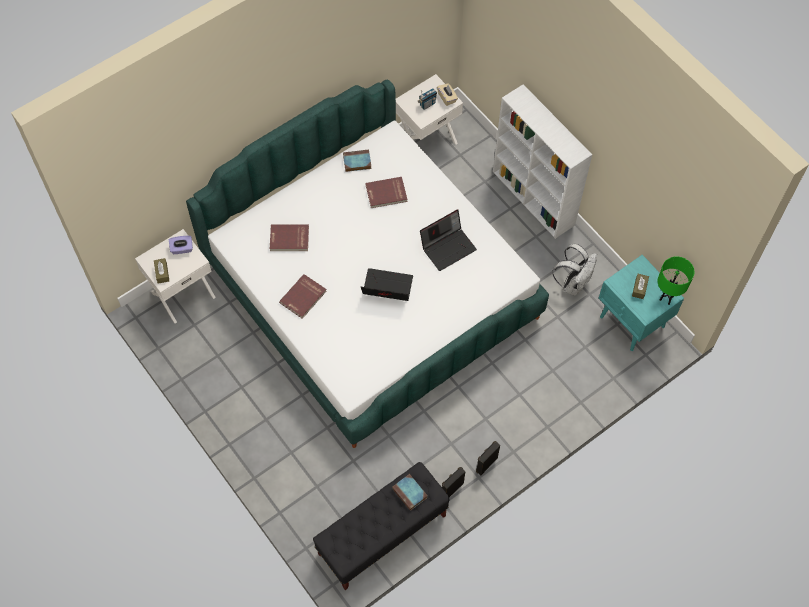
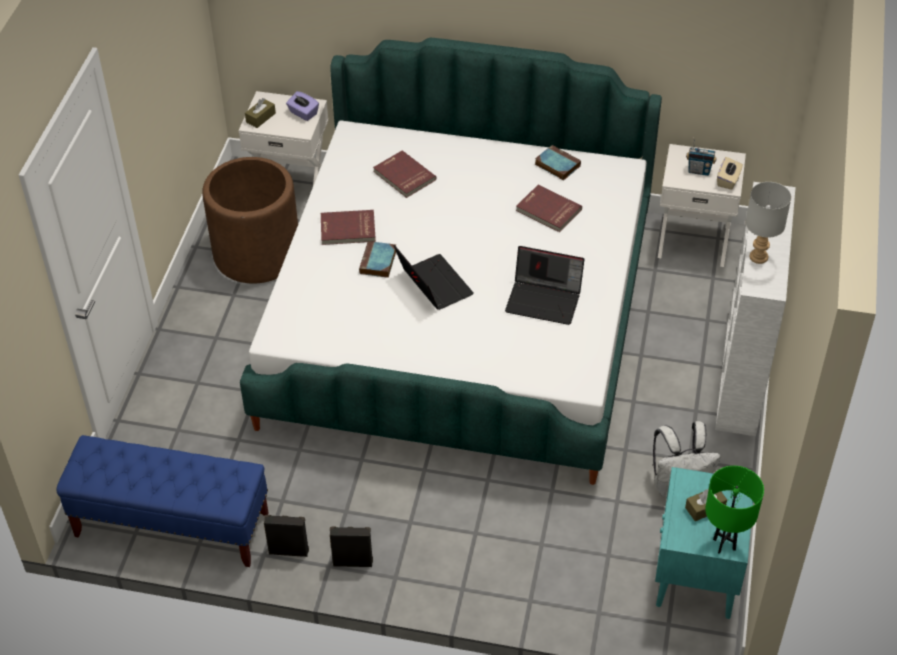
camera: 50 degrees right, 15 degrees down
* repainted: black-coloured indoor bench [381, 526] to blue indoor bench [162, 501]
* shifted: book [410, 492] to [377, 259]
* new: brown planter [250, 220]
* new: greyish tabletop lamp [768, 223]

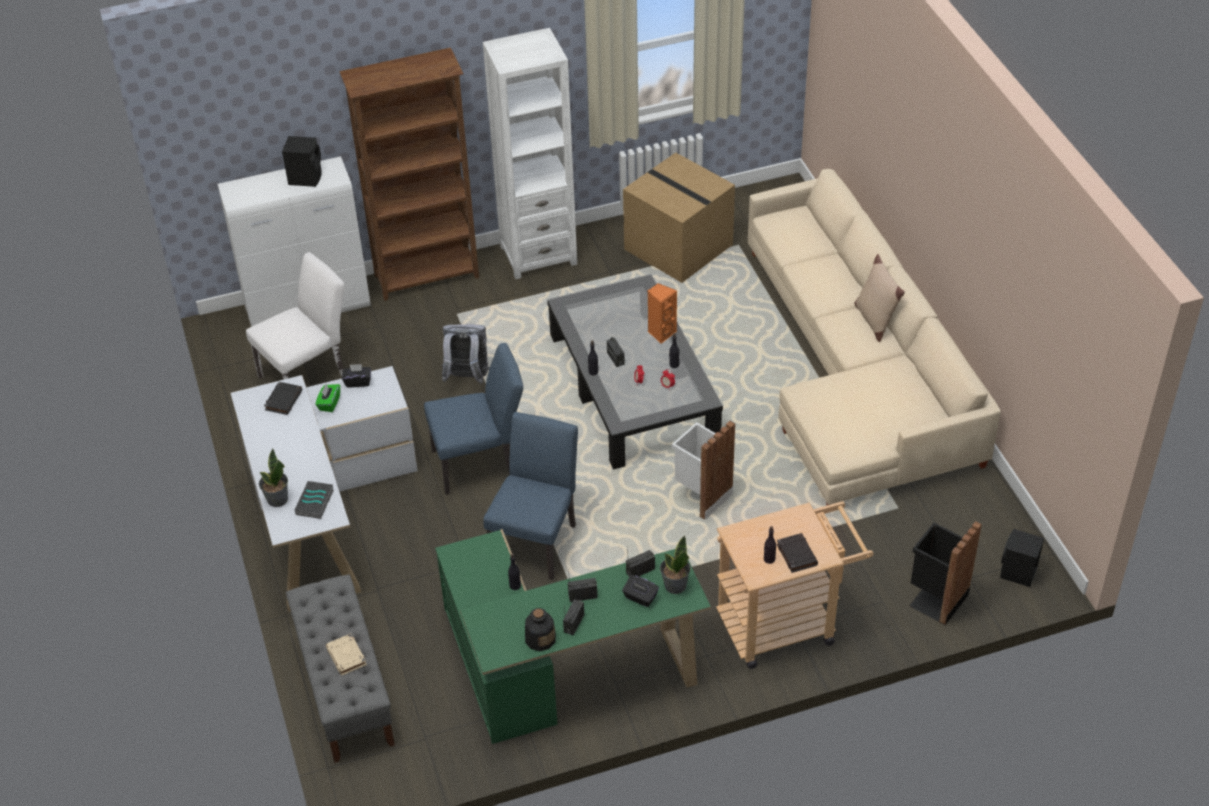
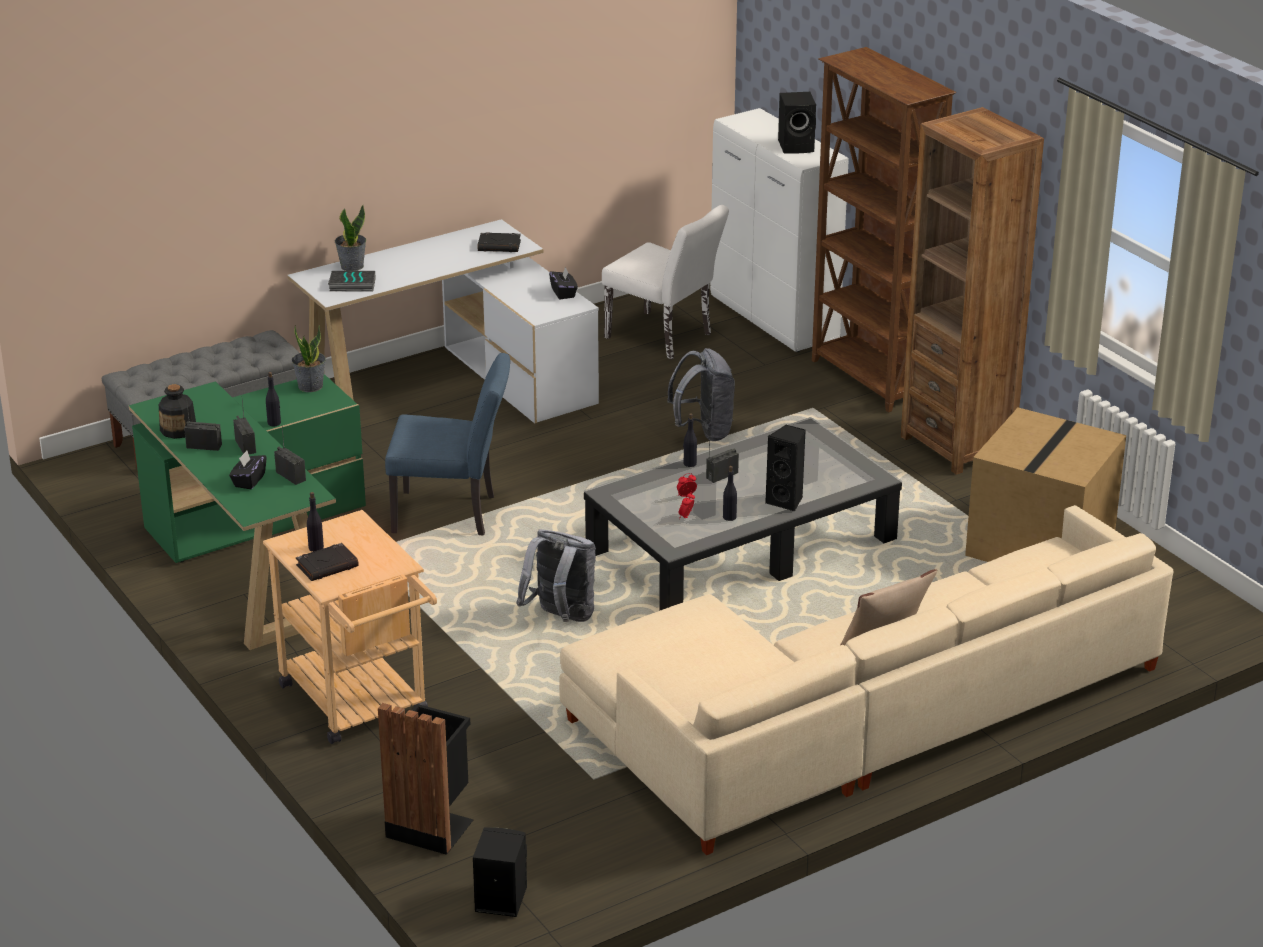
camera: 75 degrees right, 15 degrees down
* repainted: white shelving unit [530, 153] to brown shelving unit [972, 291]
* repainted: orange loudspeaker [662, 313] to black-coloured loudspeaker [785, 467]
* gone: blue upright chair [473, 419]
* gone: green-coloured box of tissues [327, 398]
* swapped: white rubbish bin [703, 470] to greyish knapsack [556, 575]
* shifted: plant in a pot [675, 564] to [309, 358]
* gone: sand-coloured book [346, 654]

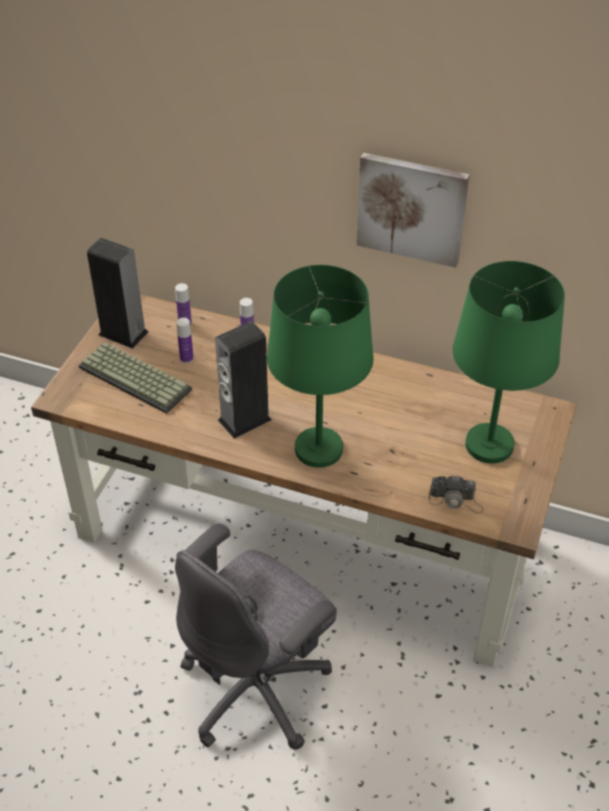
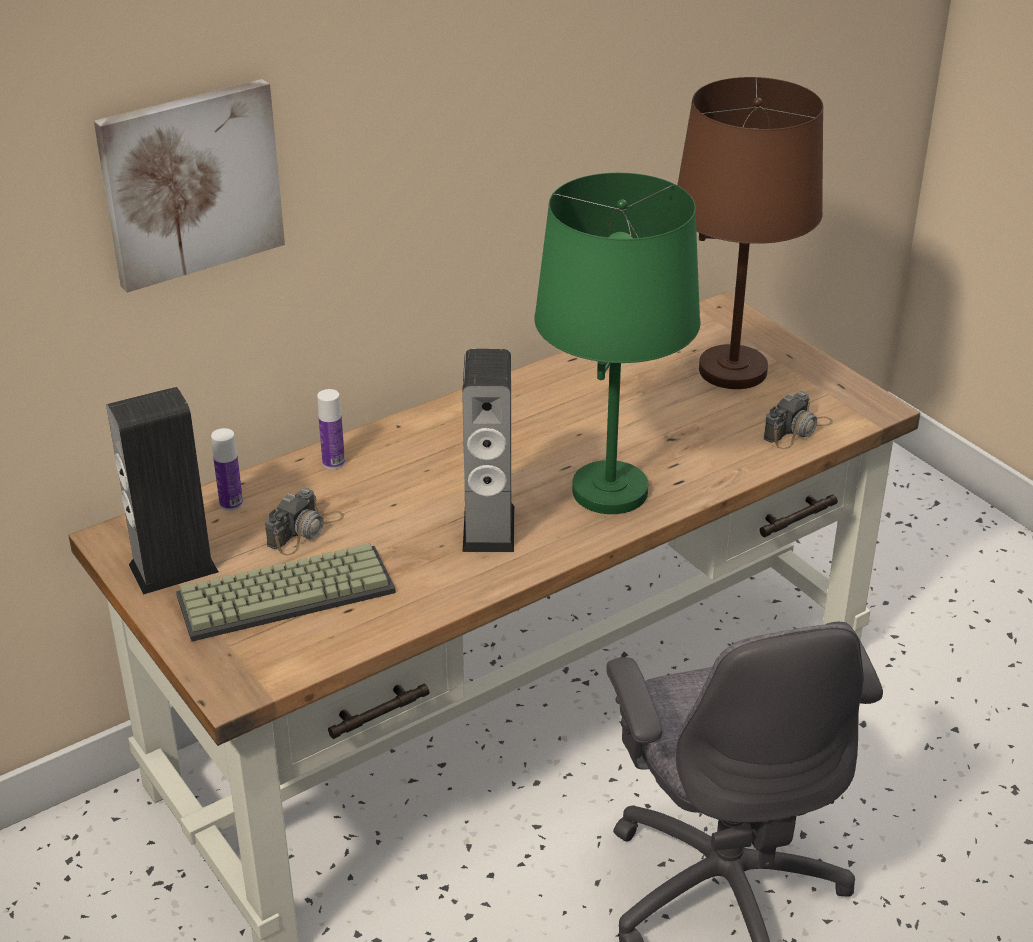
camera: 55 degrees left, 10 degrees down
* shifted: picture [413, 210] to [189, 186]
* repainted: green-coloured tabletop lamp [508, 362] to brown tabletop lamp [750, 233]
* swapped: drink bottle [185, 340] to still camera [305, 522]

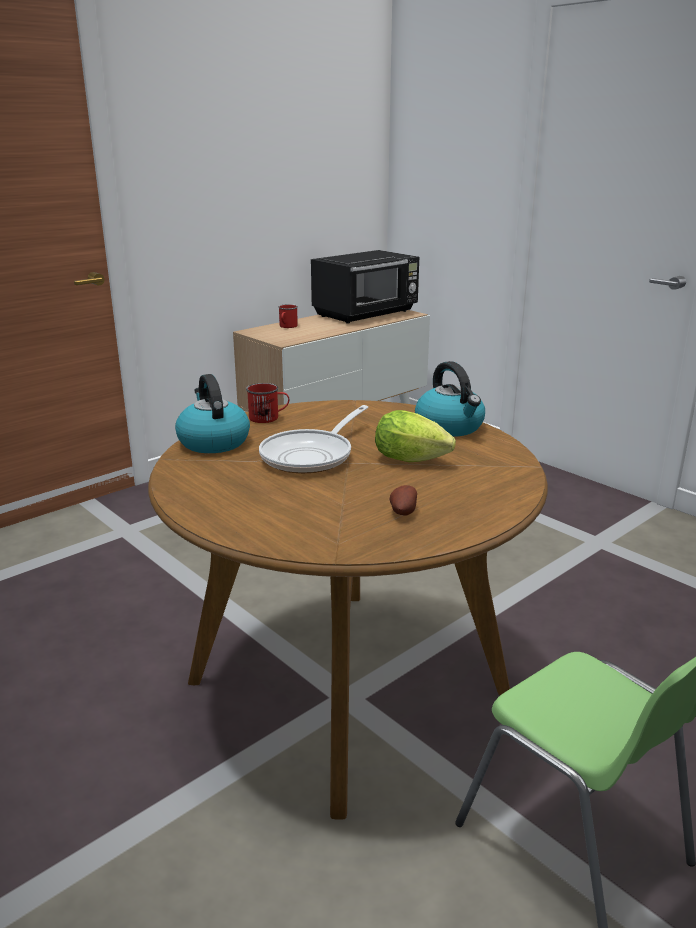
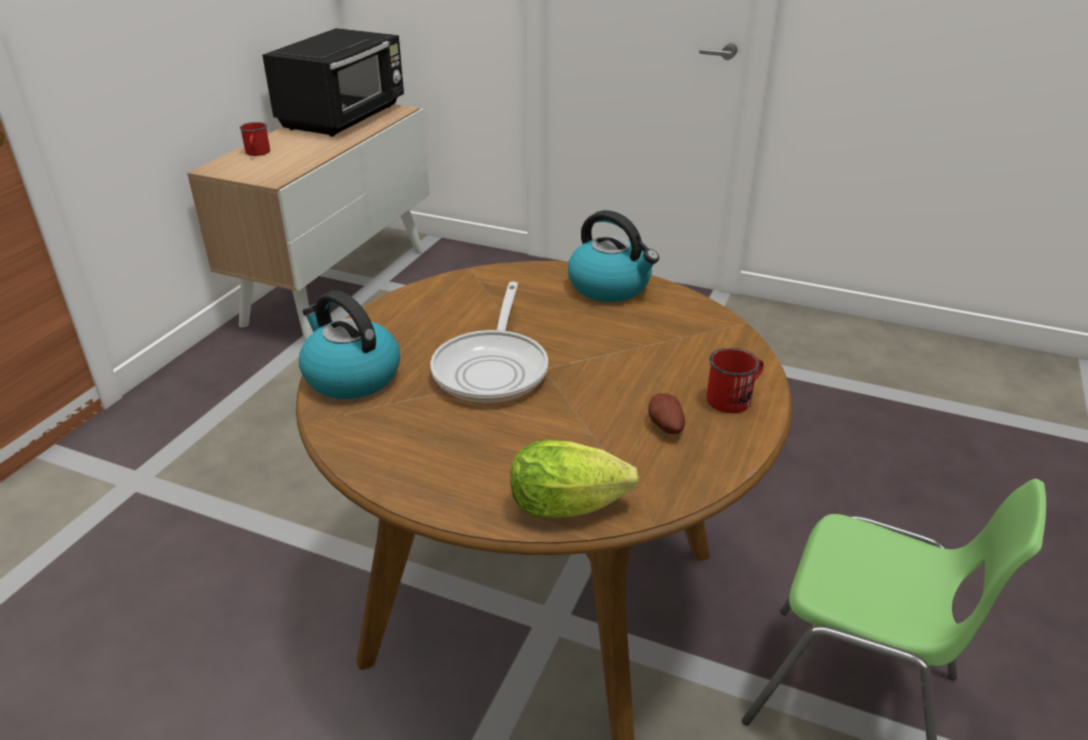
camera: 25 degrees left, 10 degrees up
* shifted: red-coloured mug [267, 403] to [735, 380]
* shifted: lettuce head [415, 436] to [574, 479]

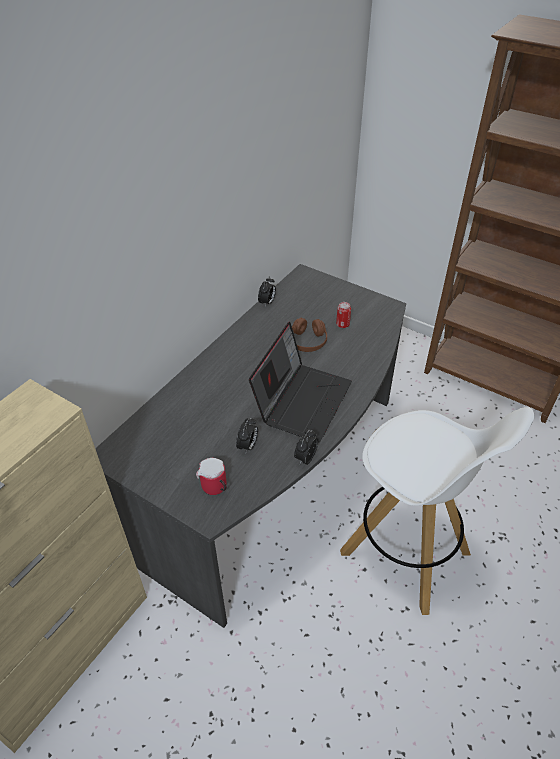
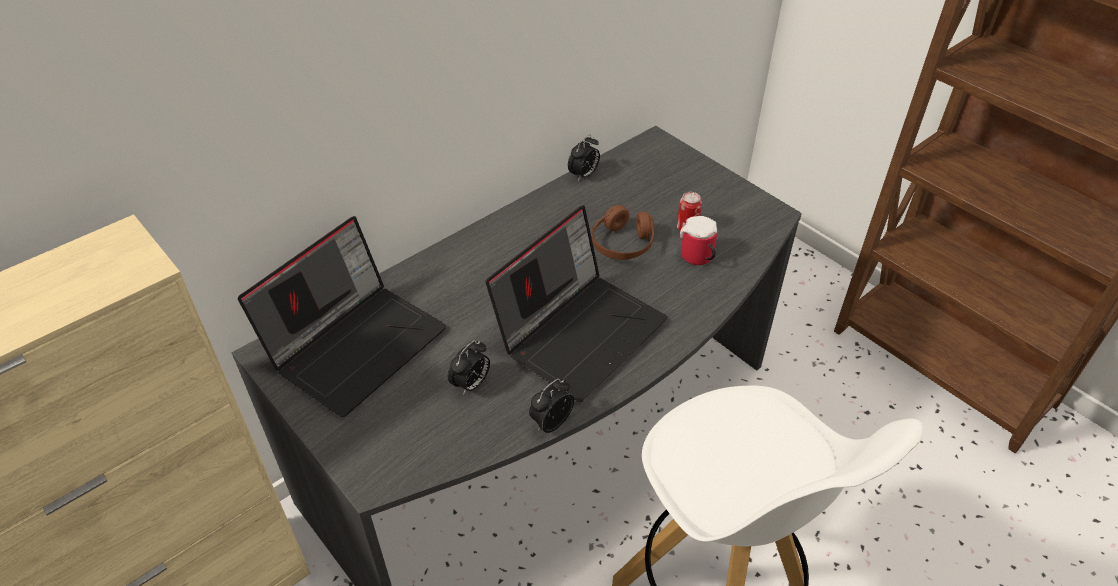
camera: 15 degrees right, 0 degrees up
* shifted: mug [211, 476] to [698, 240]
* new: portable computer [342, 316]

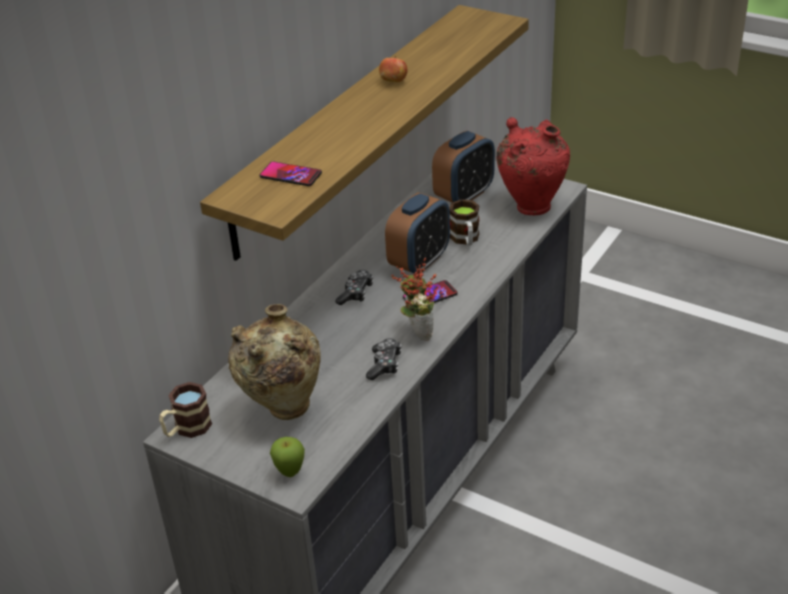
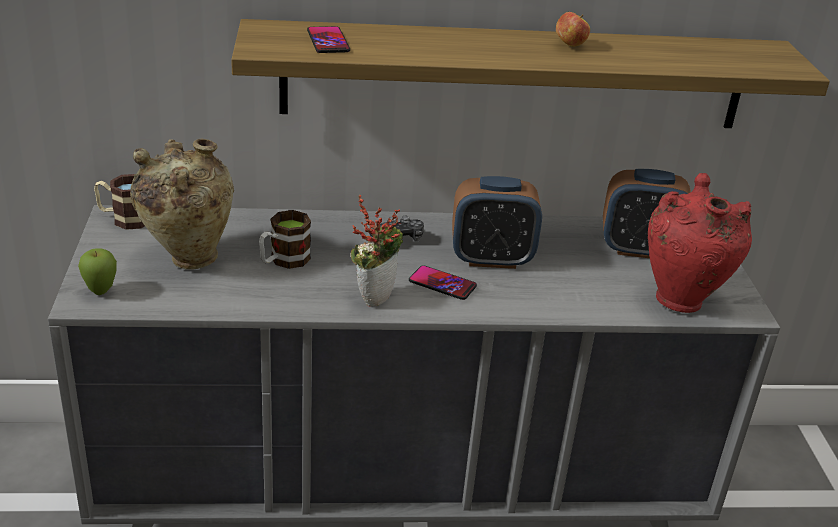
camera: 50 degrees right, 5 degrees down
* shifted: mug [464, 222] to [285, 239]
* gone: gamepad [383, 359]

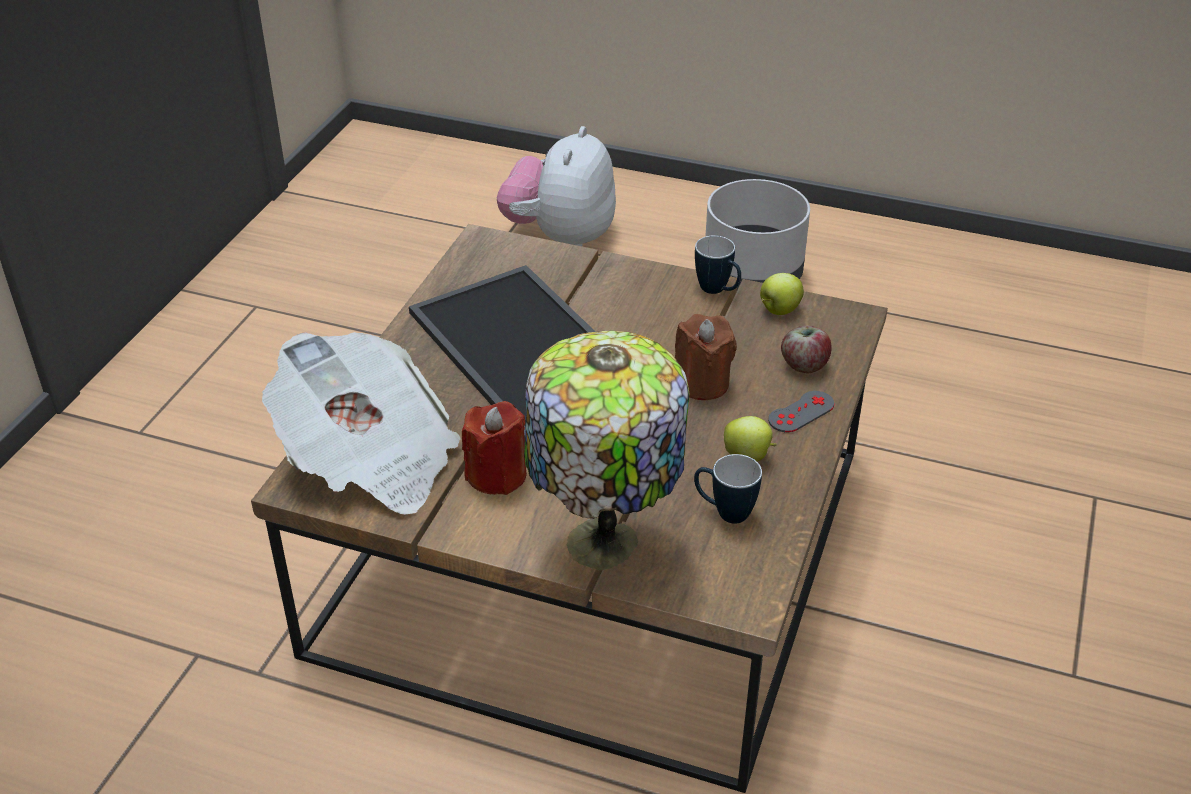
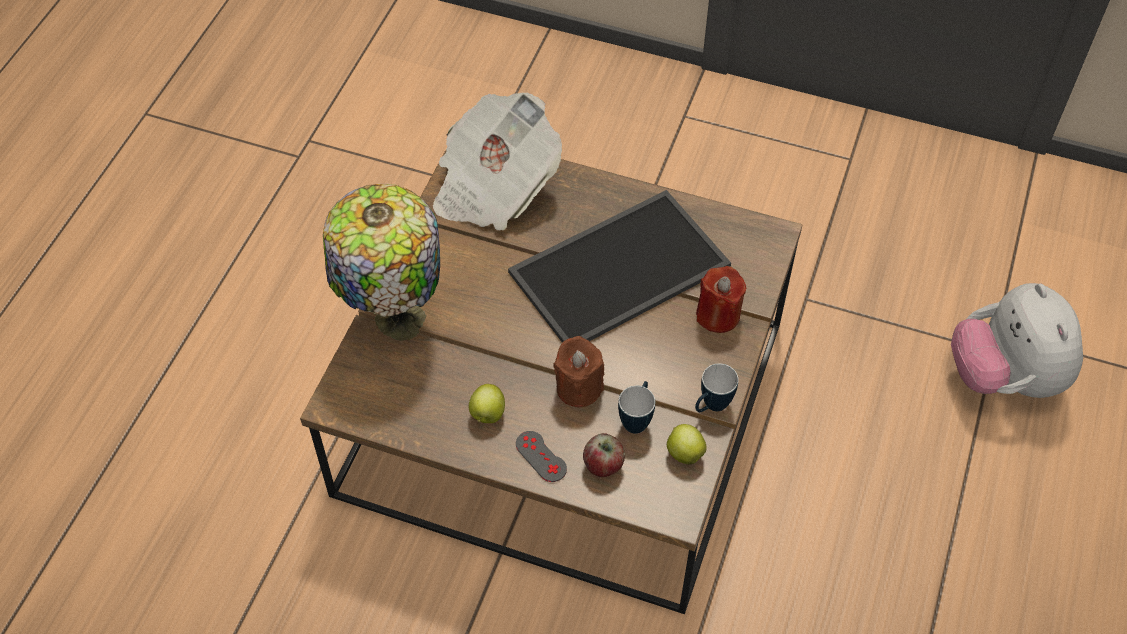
camera: 90 degrees right, 15 degrees up
* rotated: soft toy [556, 186] = [1017, 340] 120 degrees counterclockwise
* gone: greyish planter [757, 234]
* shifted: red-coloured candle [494, 448] to [721, 299]
* shifted: mug [728, 489] to [636, 407]

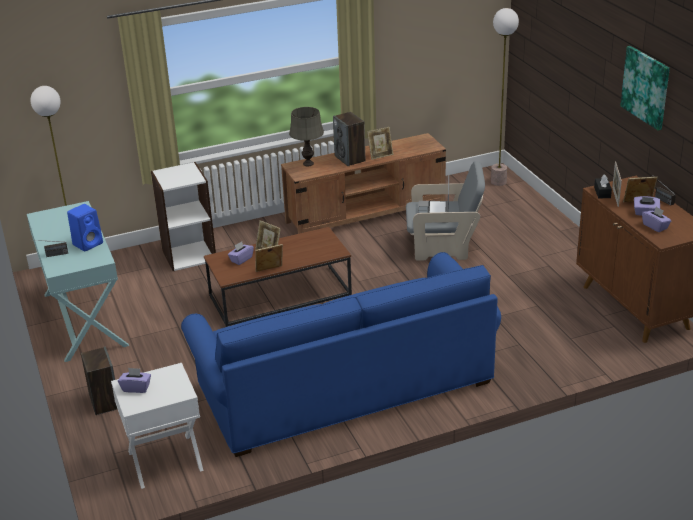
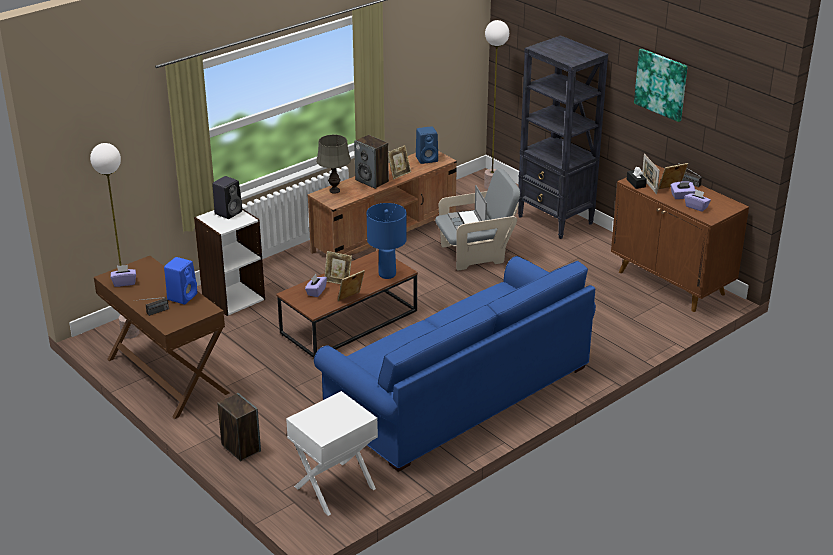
camera: 20 degrees left, 0 degrees up
* repainted: turquoise narrow table [78, 281] to brown narrow table [162, 337]
* shifted: purplish box of tissues [134, 380] to [123, 276]
* new: black-coloured shelving unit [563, 137]
* new: blue loudspeaker [427, 145]
* new: black-coloured loudspeaker [227, 197]
* new: blue tabletop lamp [387, 241]

